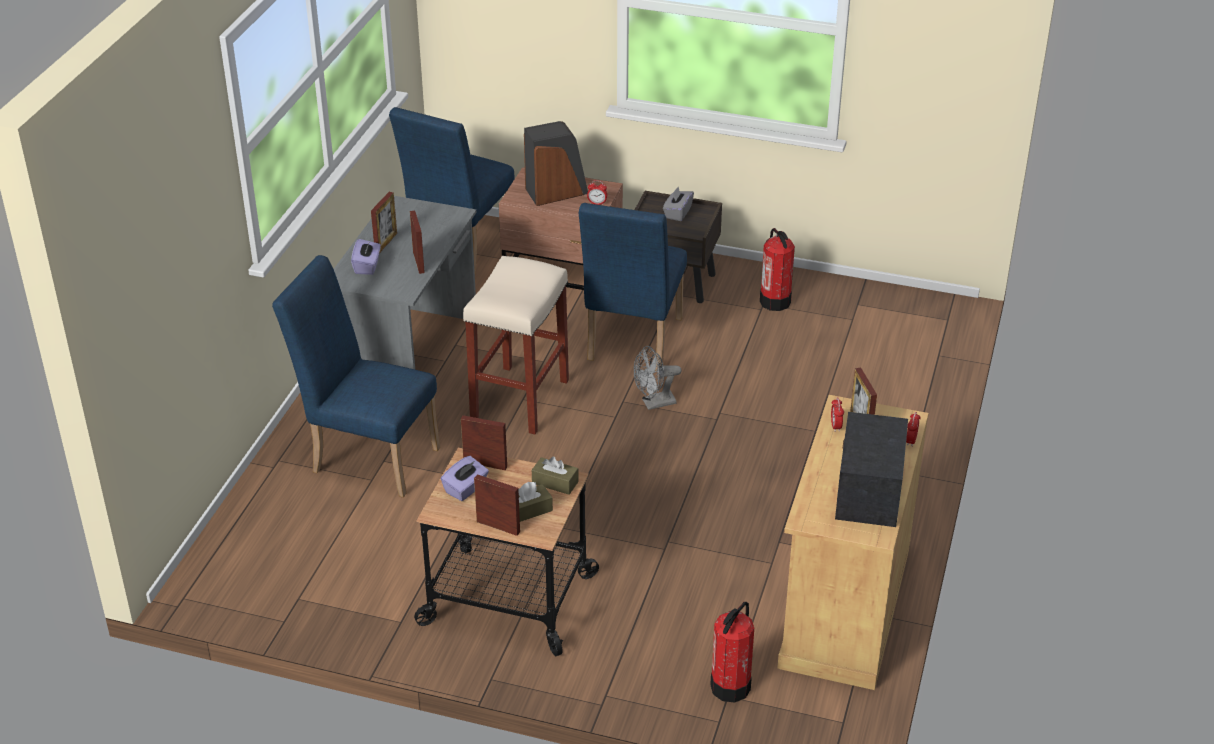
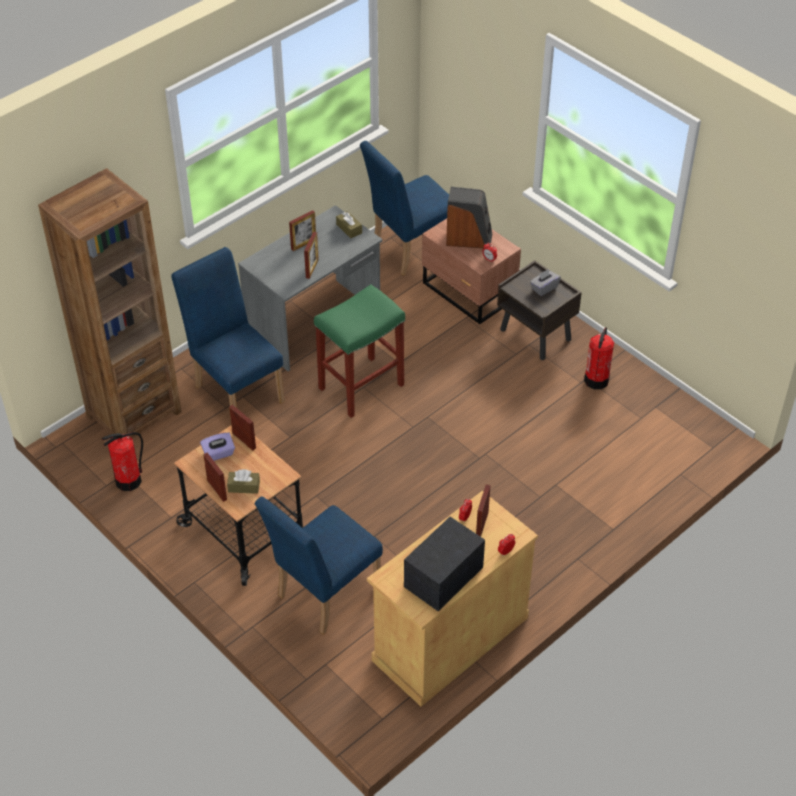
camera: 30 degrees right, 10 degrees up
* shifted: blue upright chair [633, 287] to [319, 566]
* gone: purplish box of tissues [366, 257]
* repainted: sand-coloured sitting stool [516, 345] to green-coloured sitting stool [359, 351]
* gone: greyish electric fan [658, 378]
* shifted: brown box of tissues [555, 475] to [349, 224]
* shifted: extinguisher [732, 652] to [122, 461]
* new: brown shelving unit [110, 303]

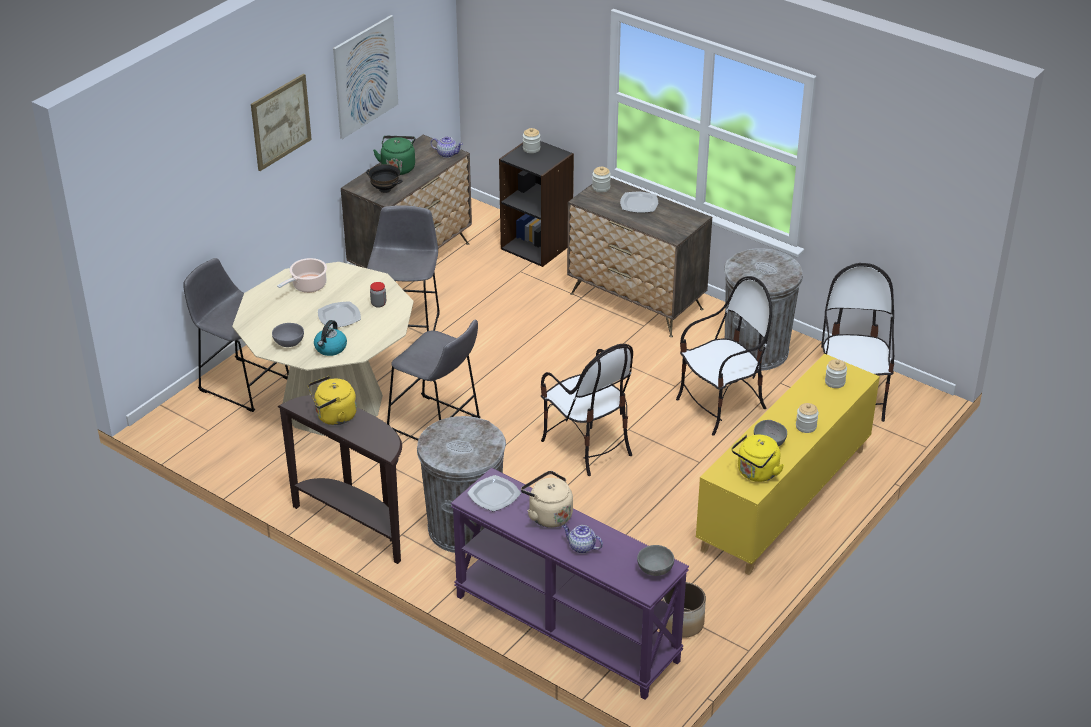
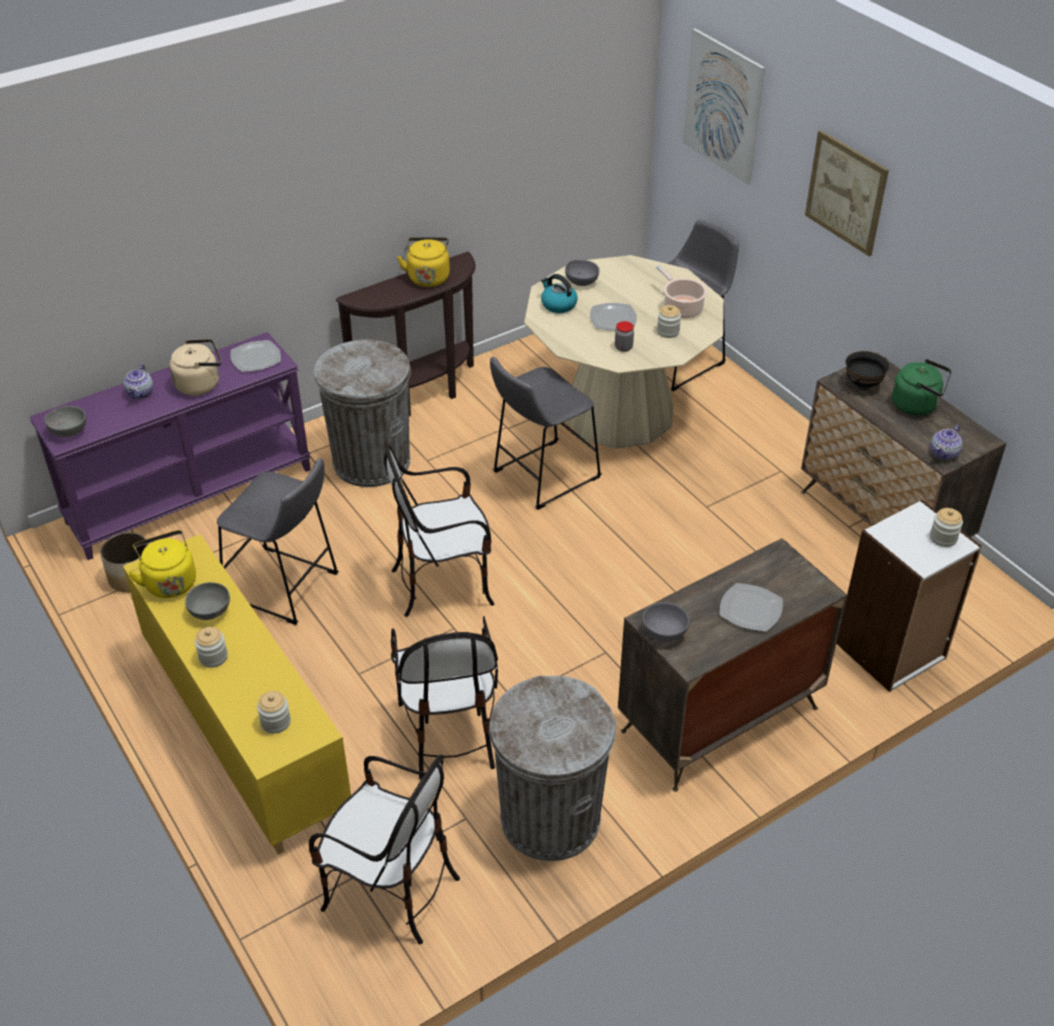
camera: 110 degrees right, 5 degrees up
* shifted: picture [365, 77] to [724, 106]
* repainted: black-coloured shelving unit [536, 204] to white shelving unit [909, 596]
* shifted: preserve jar [601, 179] to [669, 321]
* shifted: greyish sitting stool [403, 268] to [278, 541]
* rotated: pot for tea [582, 539] = [138, 382] 135 degrees clockwise
* new: greyish bowl [666, 622]

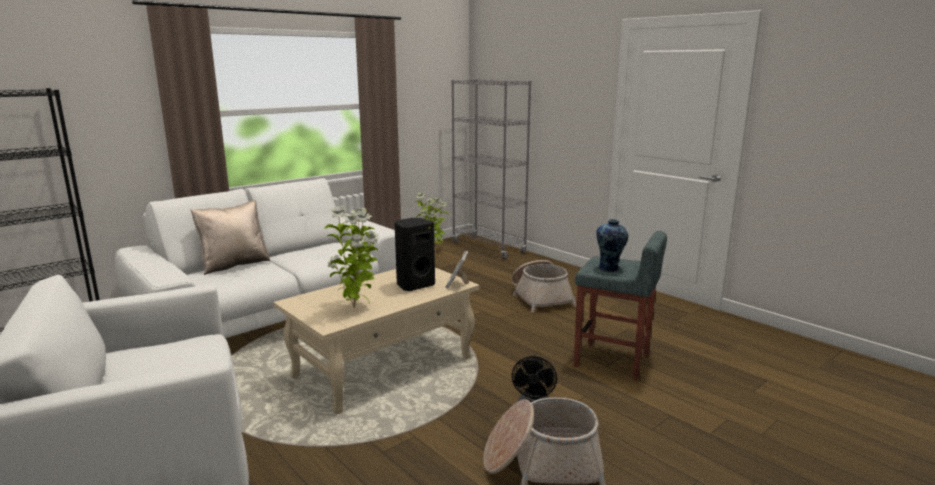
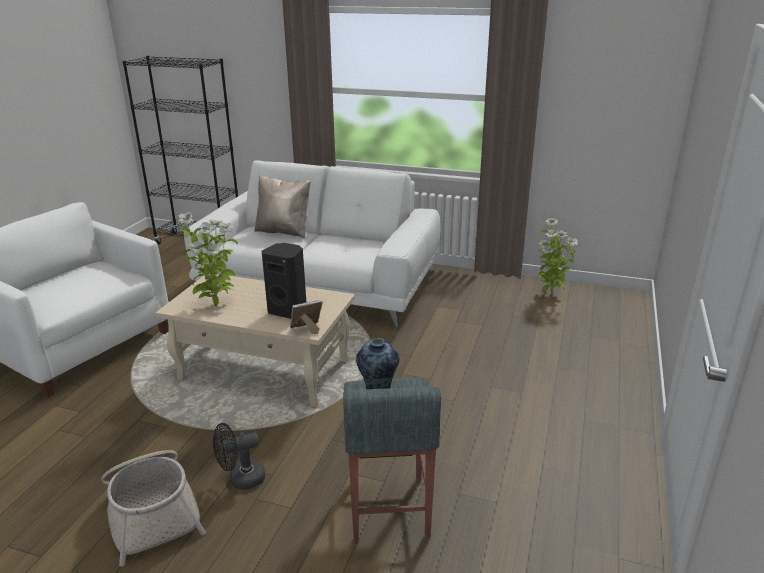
camera: 60 degrees right, 10 degrees up
* gone: greyish shelving unit [491, 169]
* gone: household basket [543, 286]

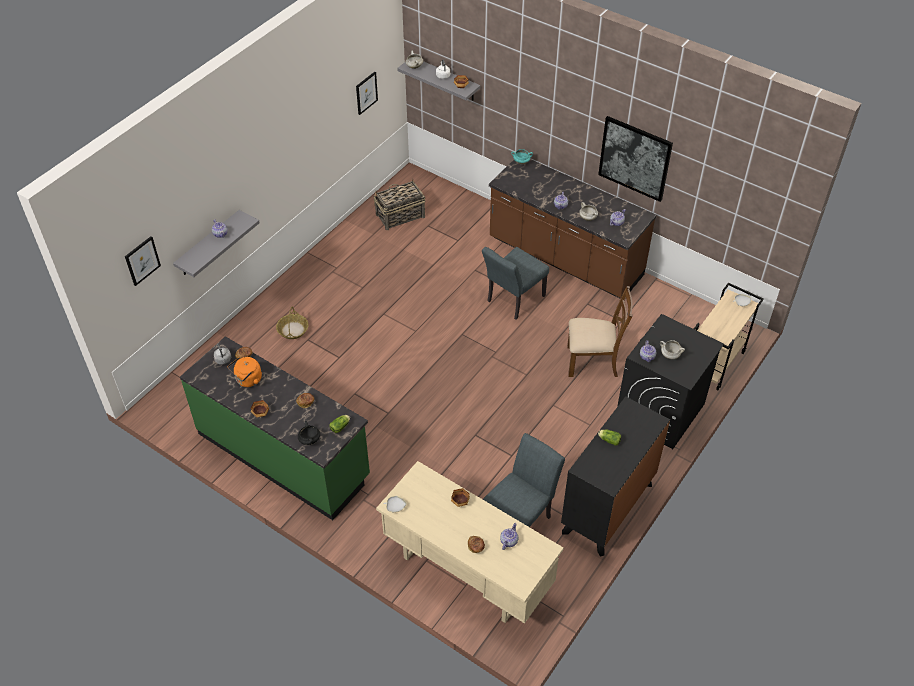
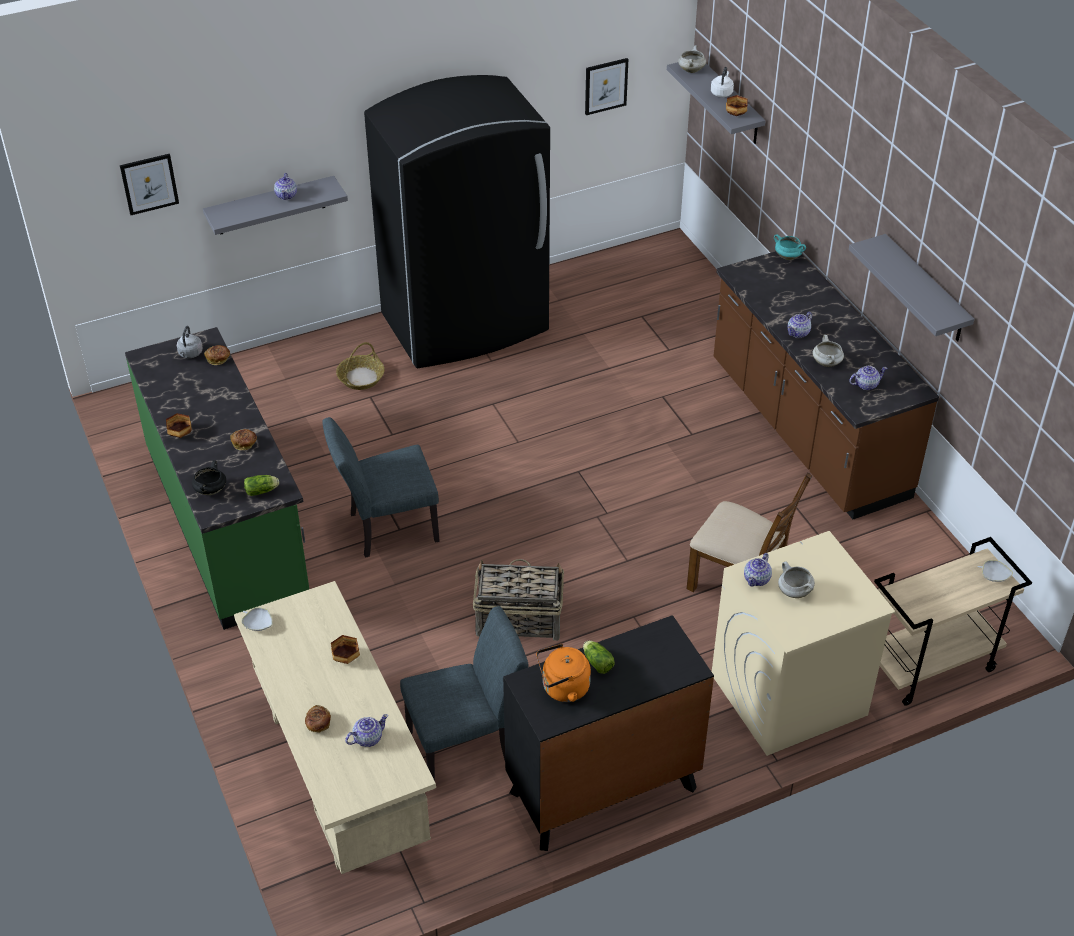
camera: 30 degrees right, 5 degrees down
* swapped: picture [635, 159] to greyish bracket shelf [911, 288]
* shifted: household basket [400, 204] to [518, 600]
* shifted: greyish upright chair [515, 283] to [381, 487]
* repainted: black-coloured washing machine [670, 381] to sand-coloured washing machine [803, 643]
* shifted: orange water kettle [245, 372] to [563, 673]
* new: black-coloured fridge [457, 221]

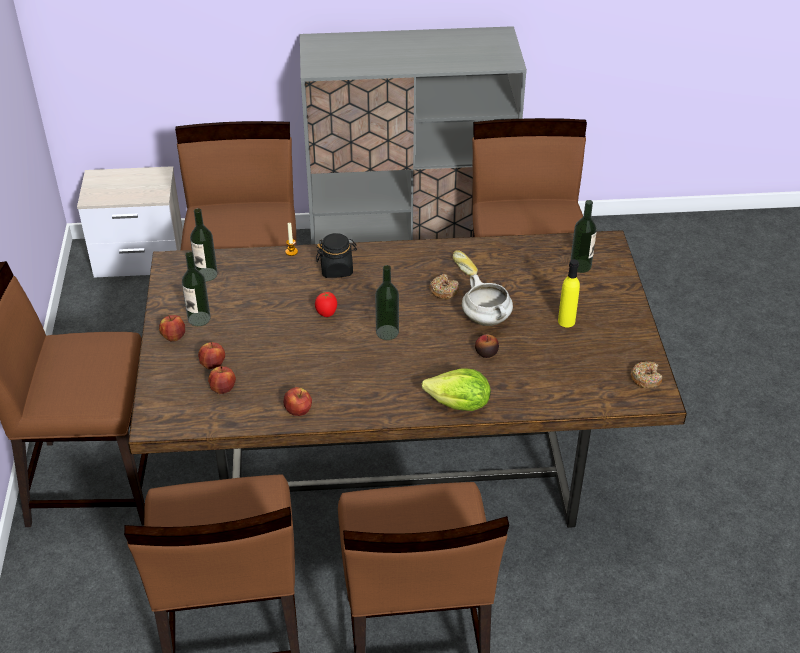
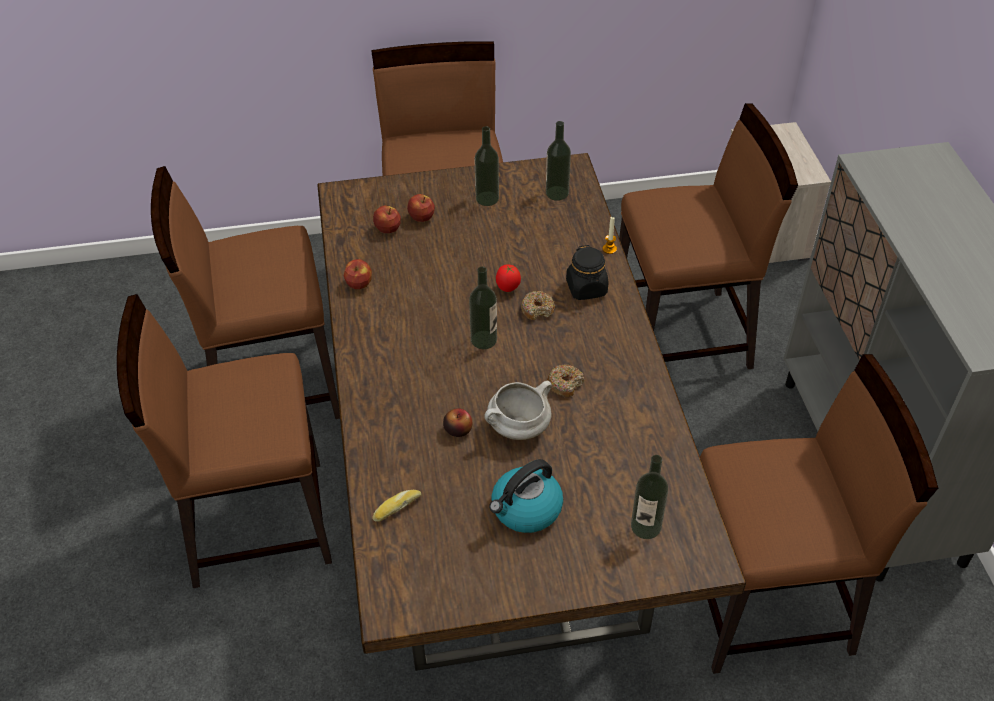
camera: 85 degrees right, 5 degrees up
* shifted: baked bread [465, 263] to [397, 506]
* swapped: yellow-coloured drink bottle [569, 293] to water kettle [526, 496]
* gone: whole apple [172, 328]
* shifted: donut [646, 374] to [538, 305]
* gone: lettuce head [456, 389]

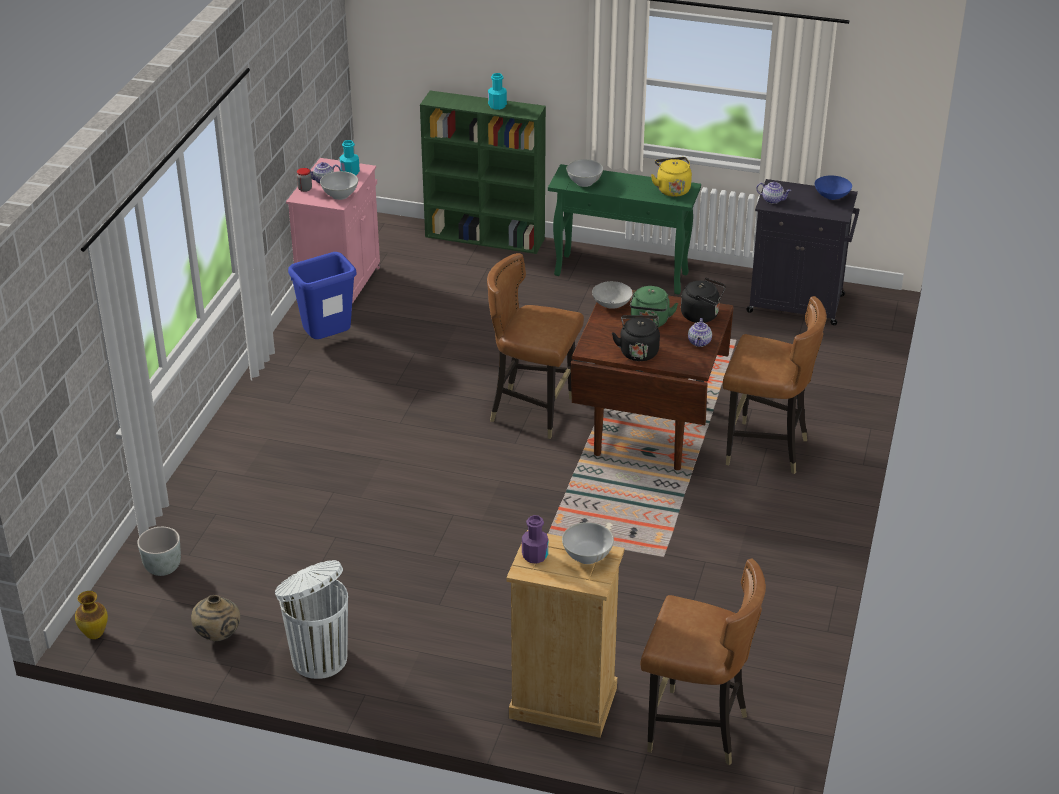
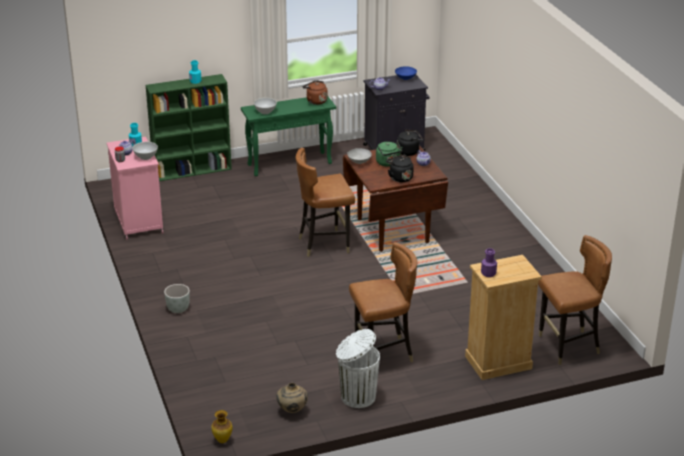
camera: 35 degrees left, 5 degrees down
* repainted: yellow-coloured water kettle [671, 177] to brown water kettle [315, 92]
* gone: blue rubbish bin [322, 295]
* shifted: brown upright chair [775, 385] to [383, 302]
* gone: white bowl [588, 543]
* shifted: greyish planter [159, 551] to [177, 298]

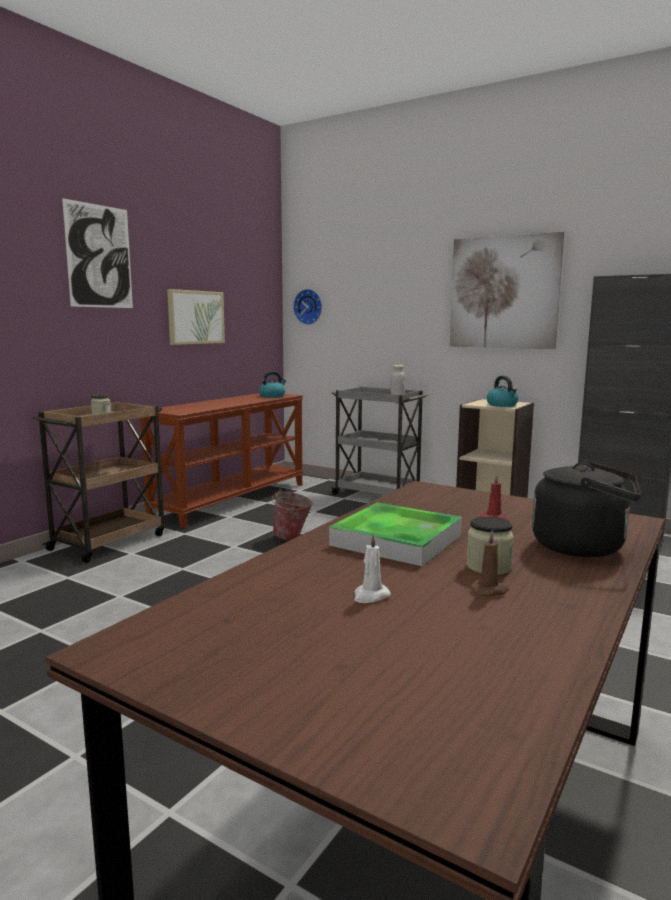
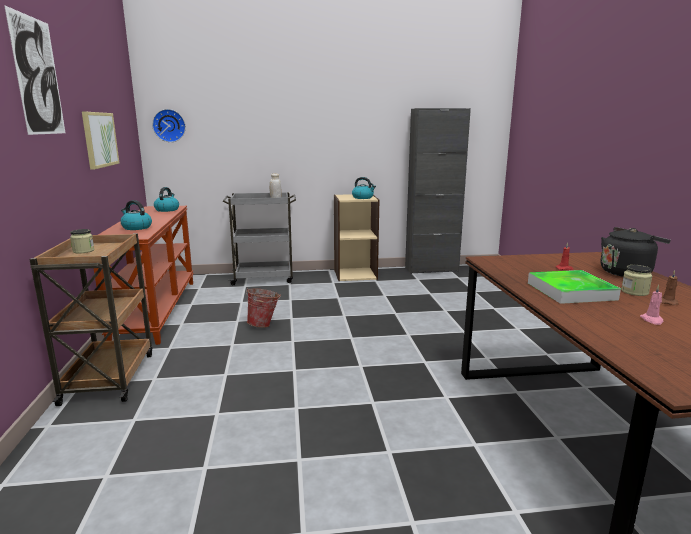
camera: 40 degrees left, 5 degrees up
* gone: picture [507, 290]
* repainted: white candle [373, 568] to pink candle [652, 305]
* new: water kettle [136, 215]

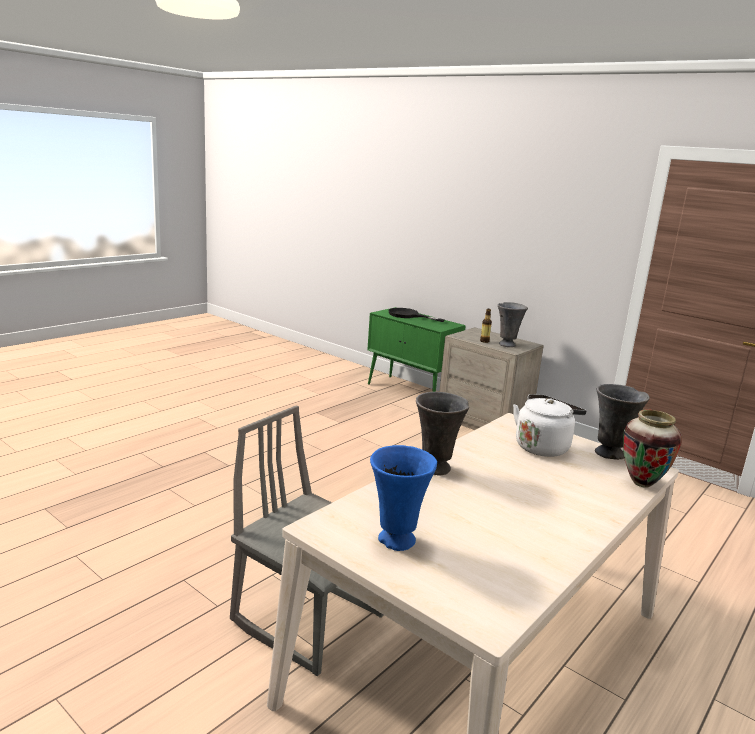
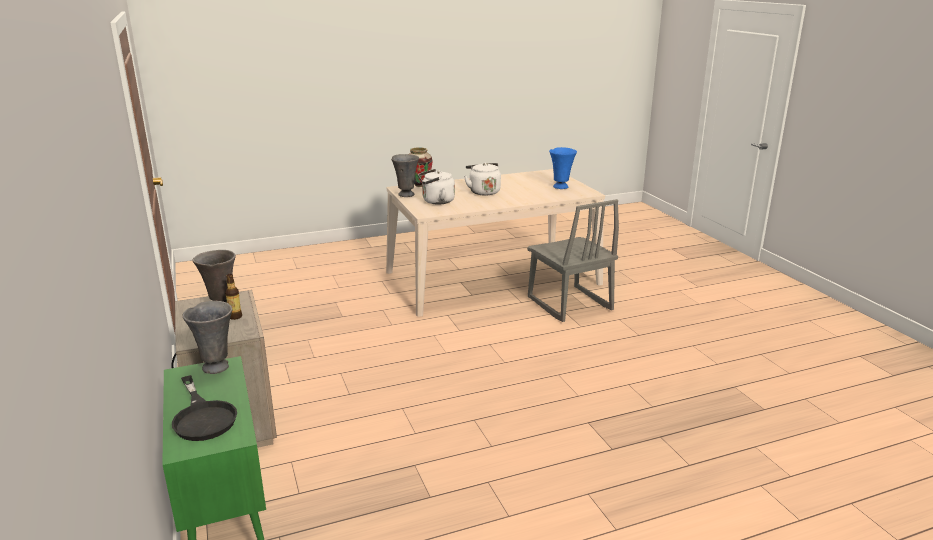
camera: 150 degrees left, 5 degrees up
* shifted: greyish flower vase [442, 434] to [208, 337]
* new: white water kettle [482, 179]

